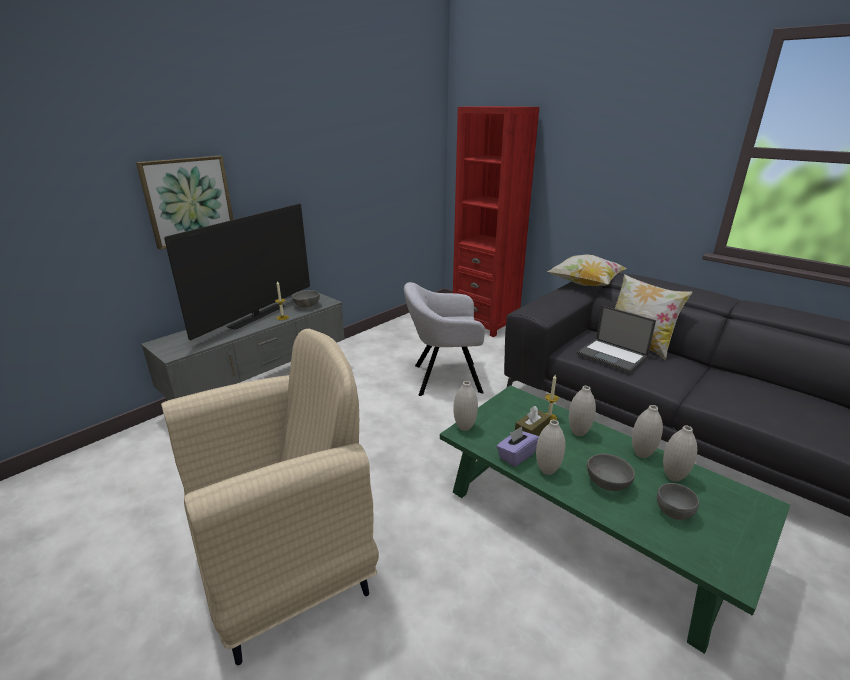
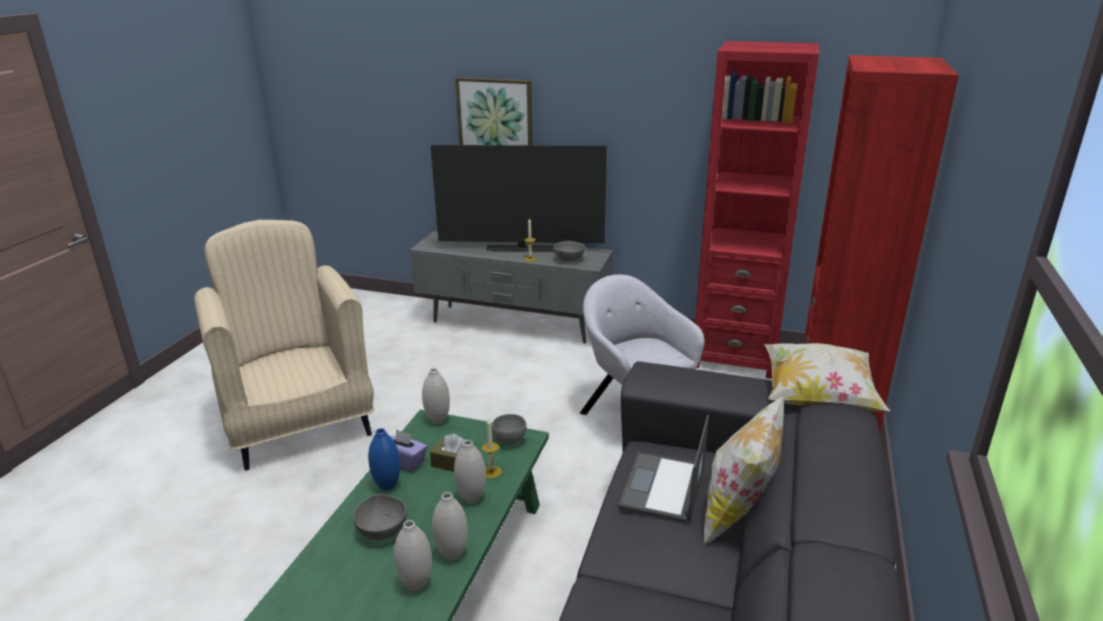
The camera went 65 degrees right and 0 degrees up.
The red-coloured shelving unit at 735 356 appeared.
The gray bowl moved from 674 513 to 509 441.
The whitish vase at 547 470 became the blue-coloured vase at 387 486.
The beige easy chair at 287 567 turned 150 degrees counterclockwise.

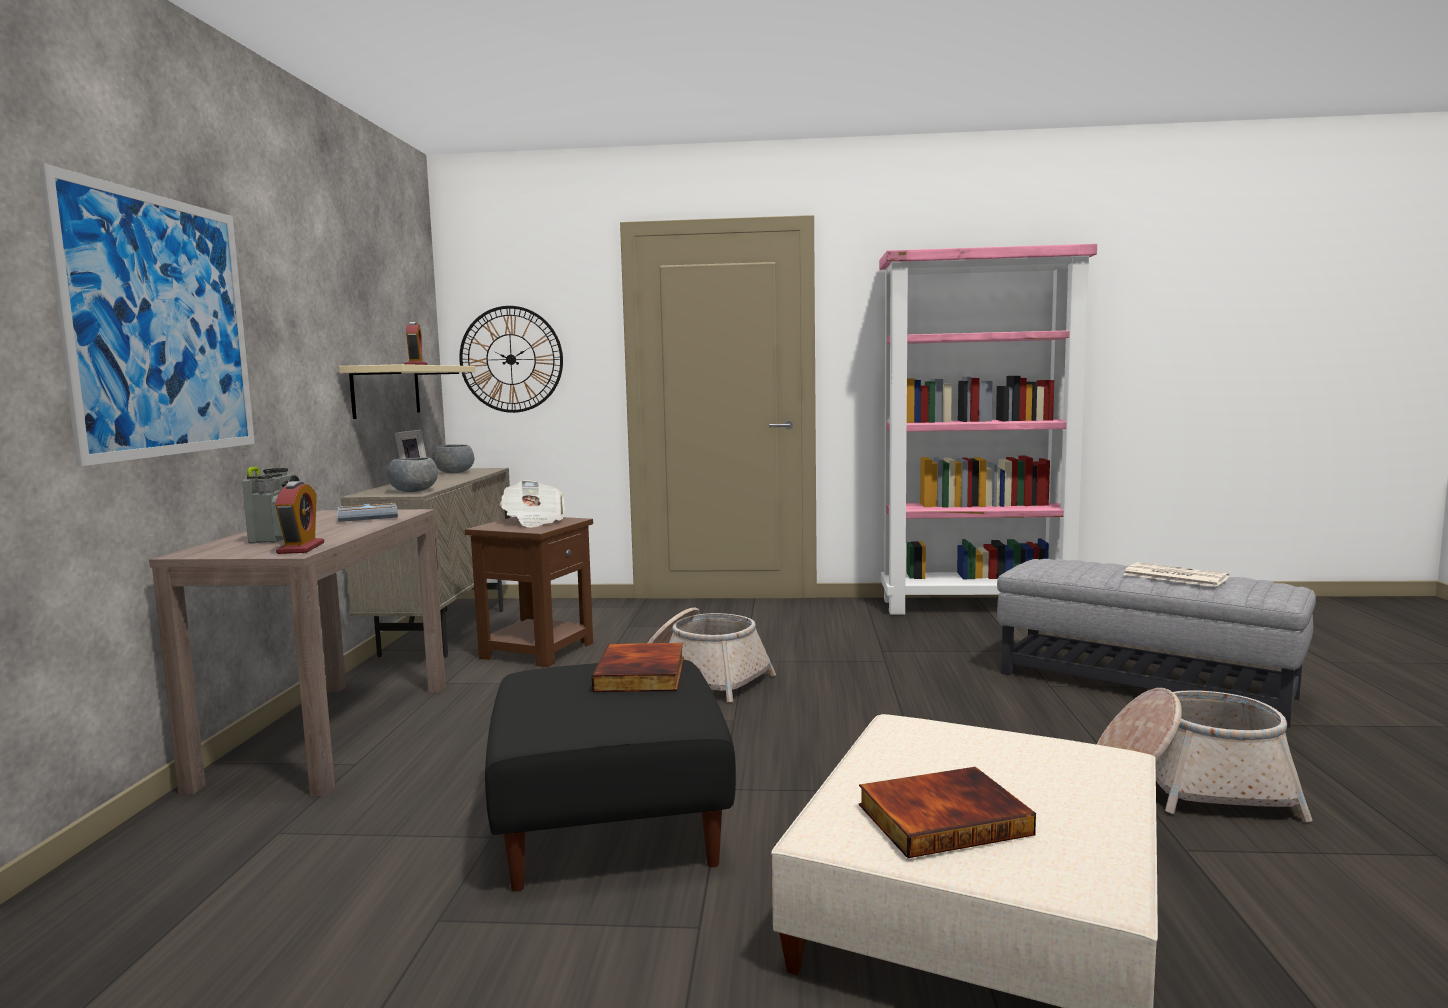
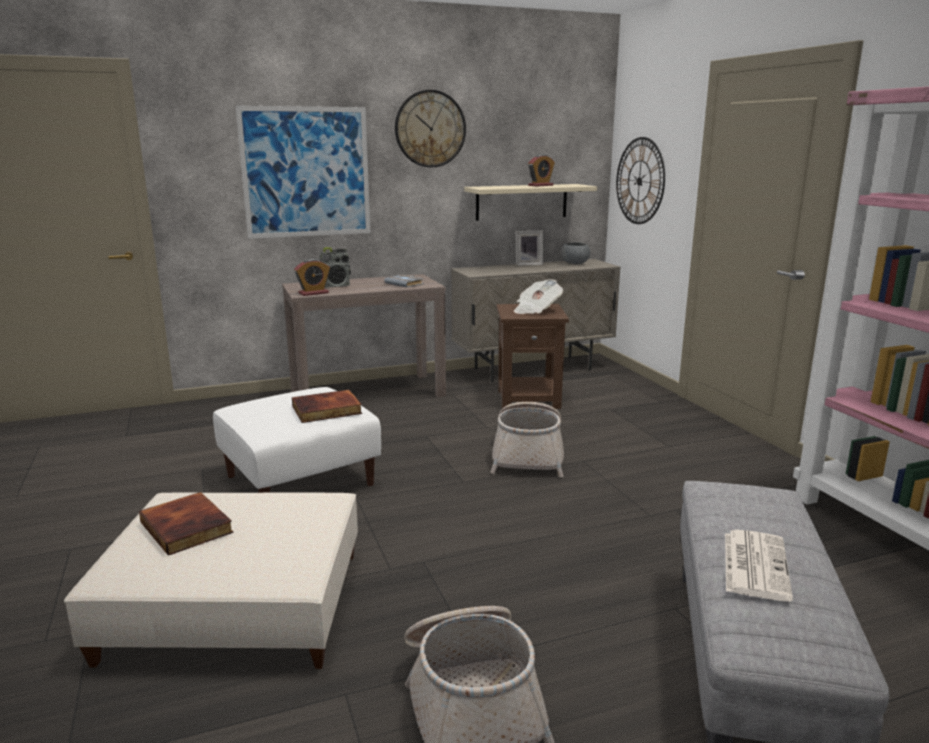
The camera went 65 degrees right and 10 degrees up.
The gray bowl at 414 491 disappeared.
The clock on the wall at 430 129 appeared.
The black-coloured footrest at 609 824 became the whitish footrest at 300 480.

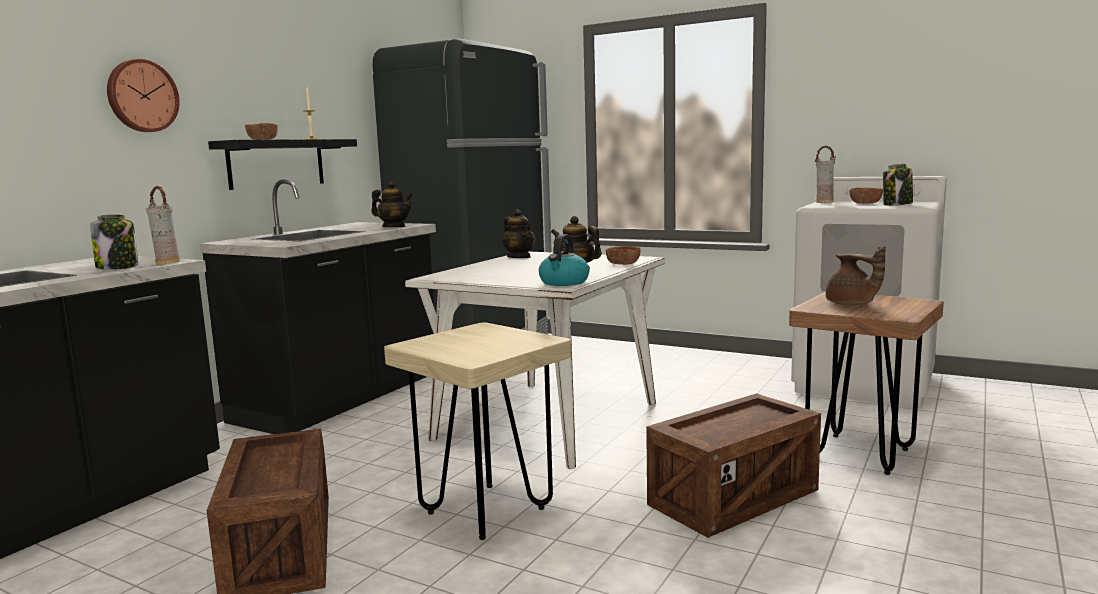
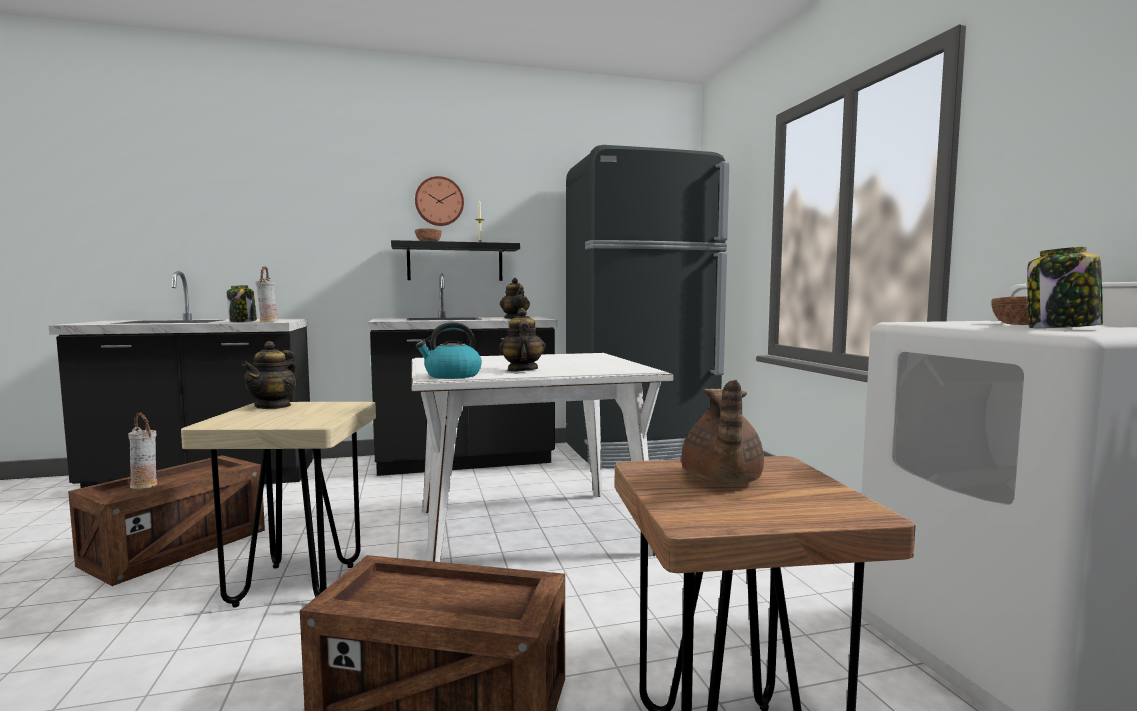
The camera went 45 degrees right and 5 degrees down.
The brown bowl at 623 264 disappeared.
The clock on the wall moved from 141 96 to 439 201.
The teapot moved from 519 257 to 273 406.
The vase moved from 824 202 to 145 485.

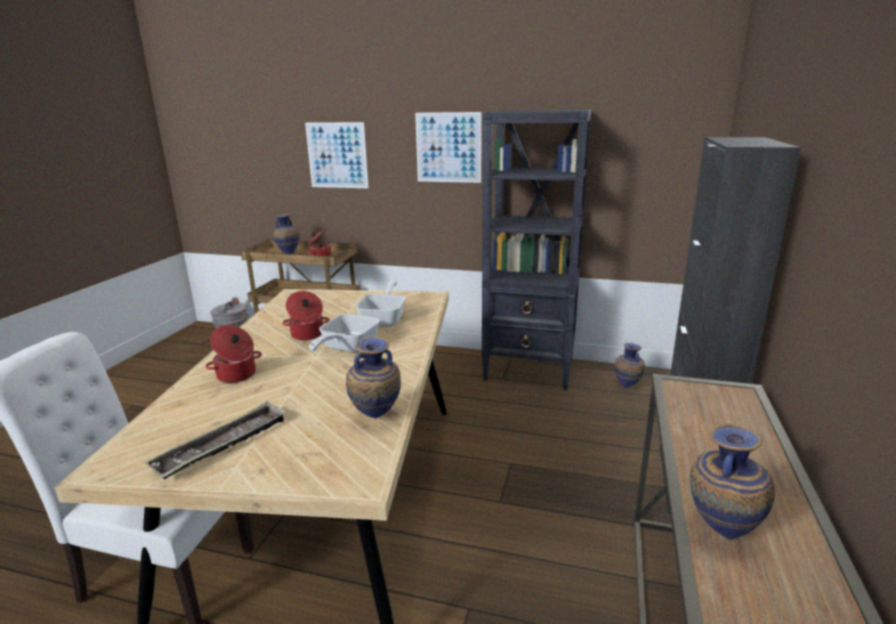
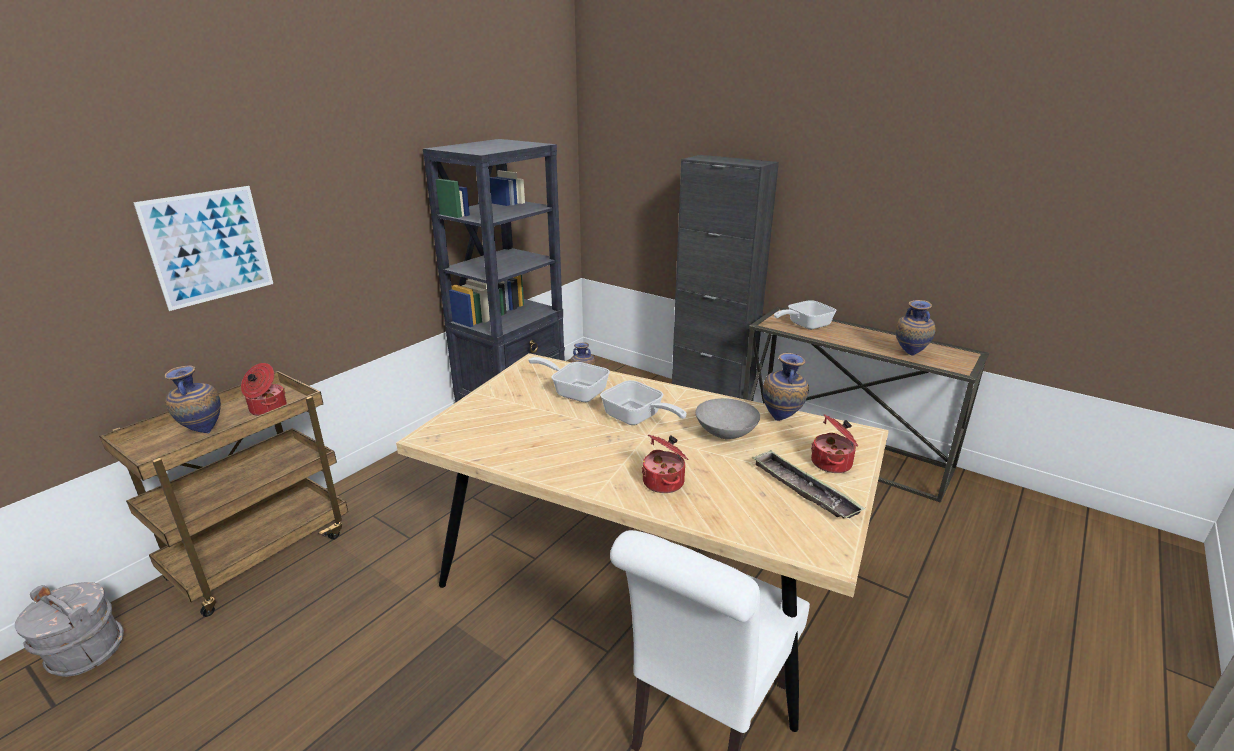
The camera went 70 degrees left and 5 degrees up.
The picture at 448 147 disappeared.
The gray bowl at 725 433 appeared.
The pan at 804 325 appeared.
The stockpot moved from 307 335 to 832 463.

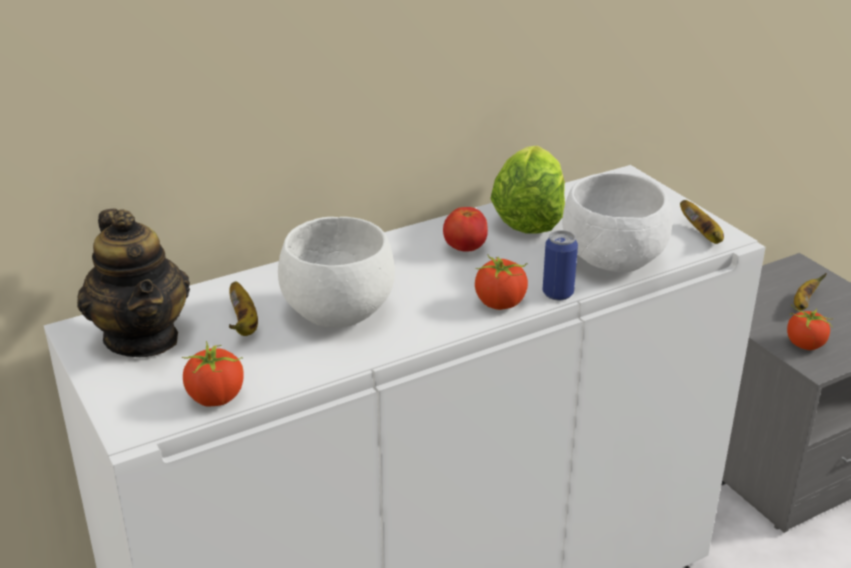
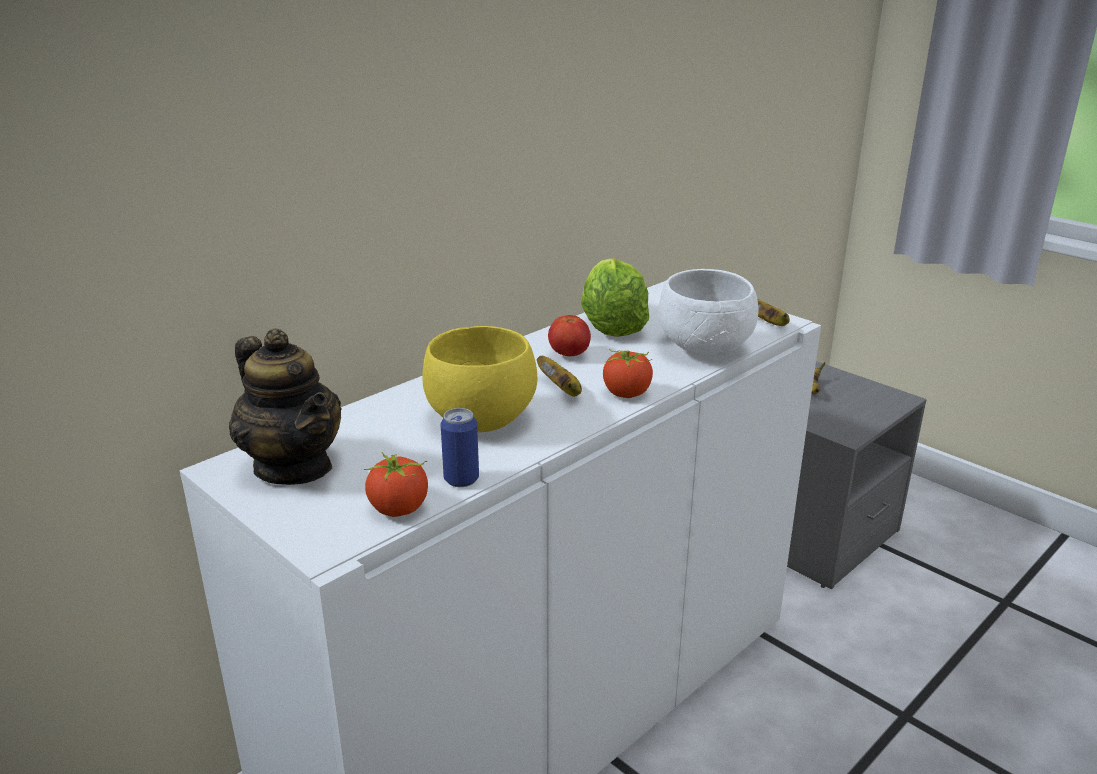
The camera went 15 degrees left and 5 degrees down.
The fresh tomato at 804 345 disappeared.
The banana moved from 244 324 to 561 390.
The metal can moved from 558 293 to 461 479.
The whitish bowl at 335 314 became the yellow-coloured bowl at 478 421.

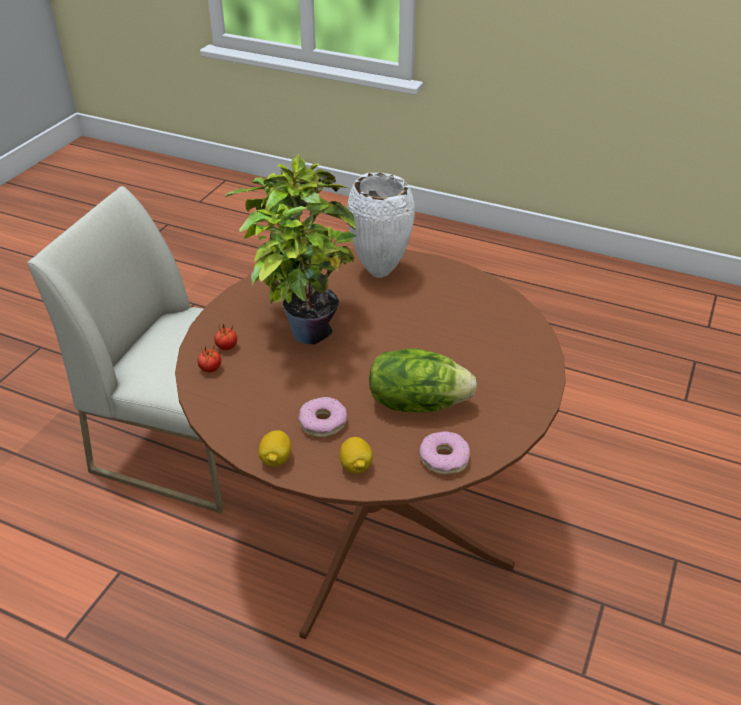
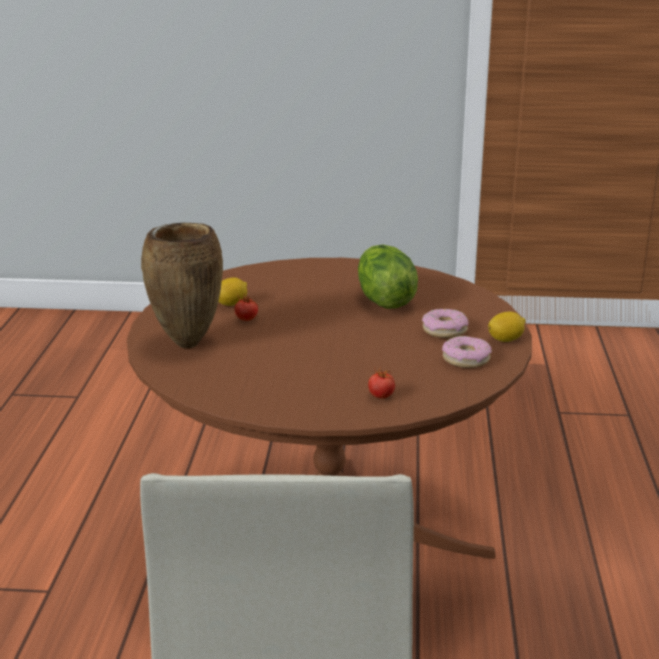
The camera went 110 degrees left and 15 degrees down.
The potted plant at 302 328 disappeared.
The fresh tomato moved from 210 369 to 246 319.
The lemon moved from 355 466 to 231 304.
The donut moved from 444 459 to 466 359.
The whitish vase at 381 273 became the brown vase at 186 343.

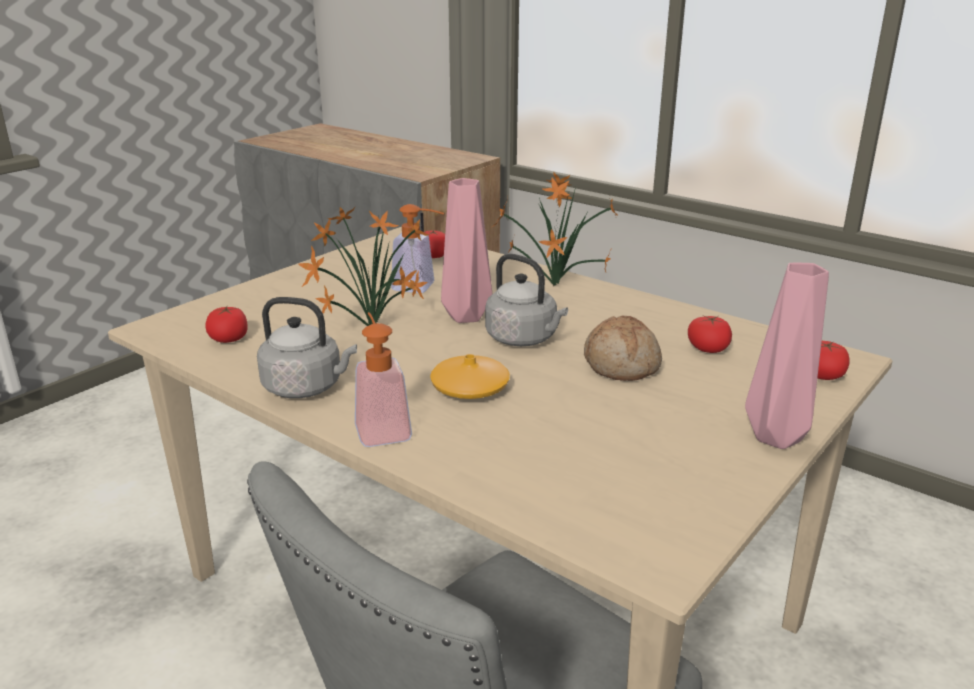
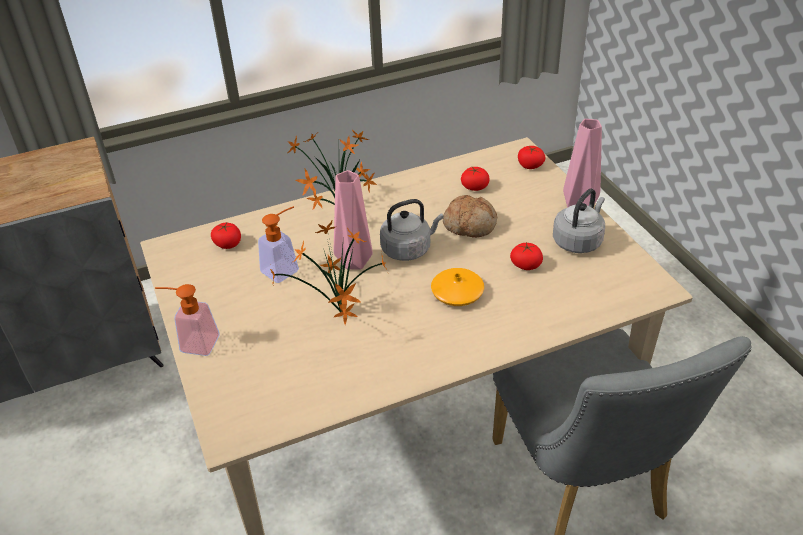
The camera went 60 degrees left and 15 degrees up.
The fresh tomato moved from 229 338 to 526 265.
The gray tea kettle moved from 306 387 to 578 241.
The liquid soap bottle moved from 381 427 to 193 343.

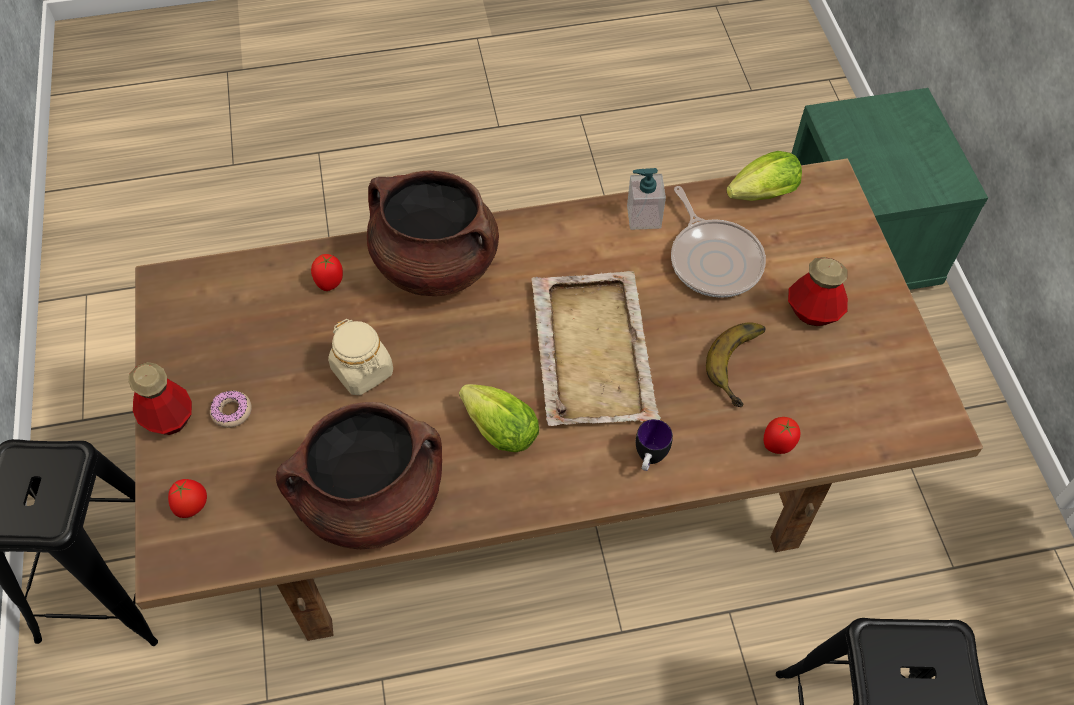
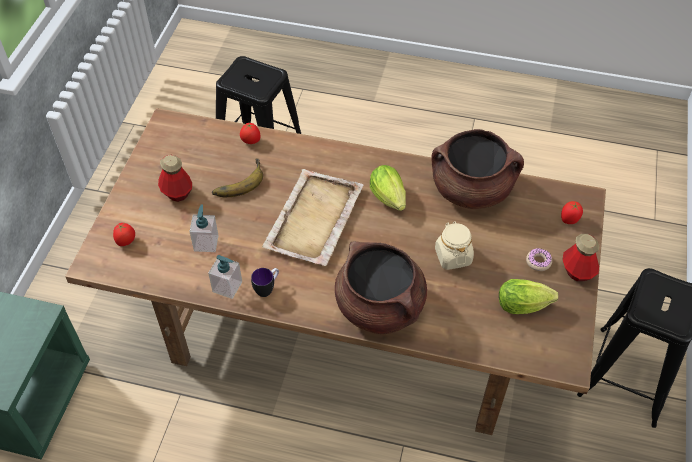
The camera went 155 degrees left and 5 degrees down.
The fresh tomato moved from 330 282 to 126 242.
The tea mug moved from 649 460 to 267 288.
The lettuce moved from 758 196 to 525 305.
The pan at 714 259 was replaced by the liquid soap bottle at 206 243.

